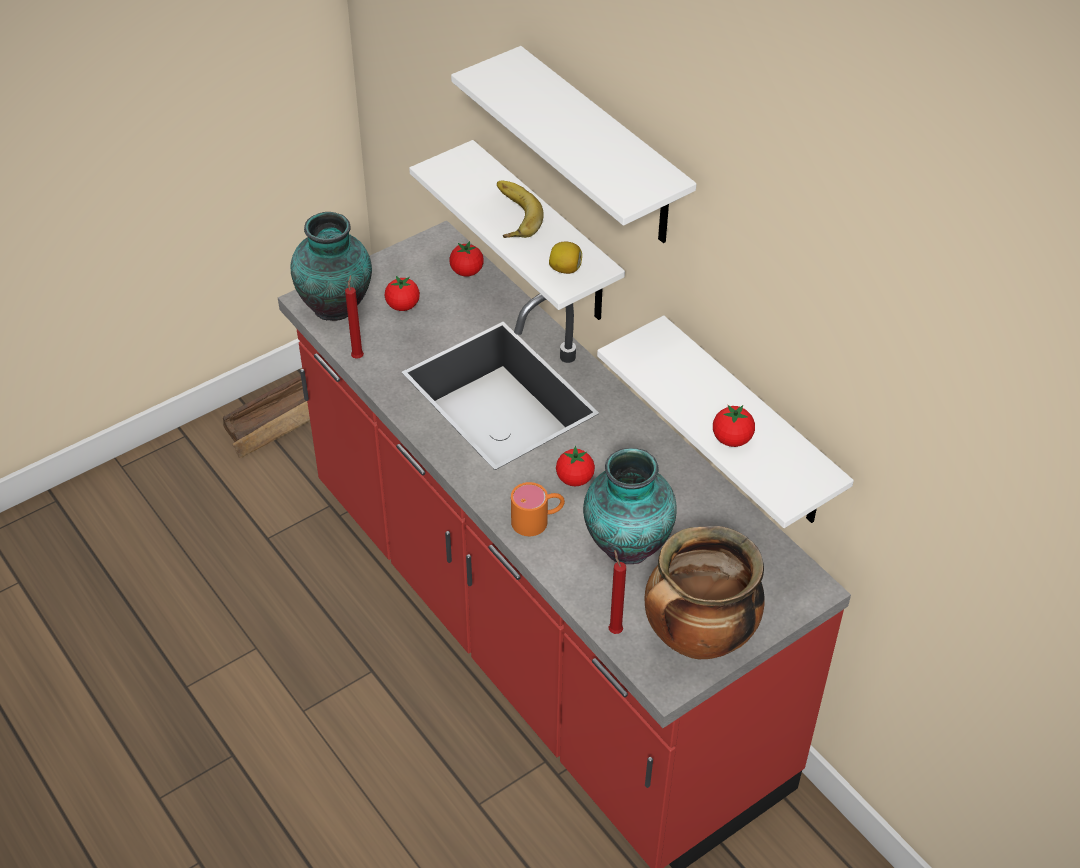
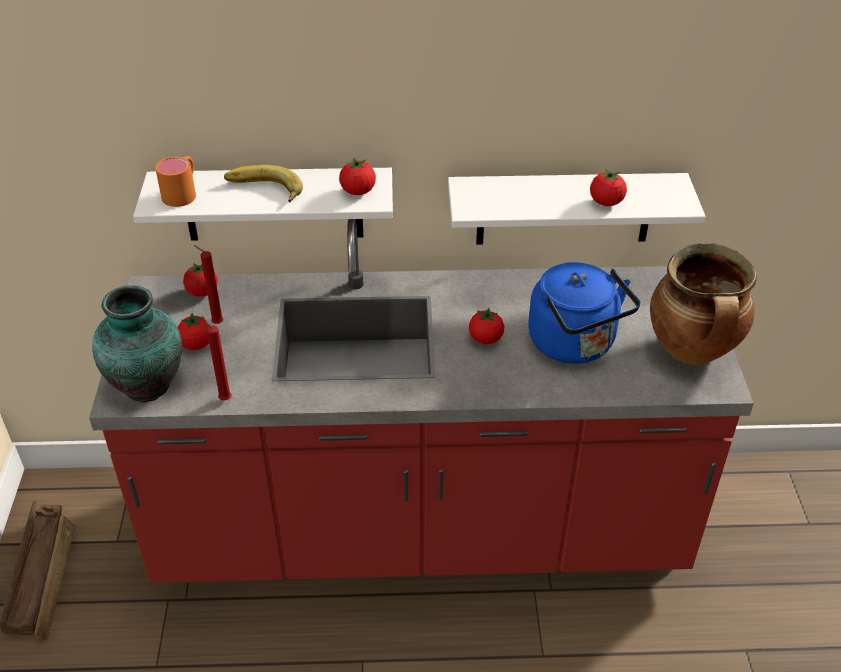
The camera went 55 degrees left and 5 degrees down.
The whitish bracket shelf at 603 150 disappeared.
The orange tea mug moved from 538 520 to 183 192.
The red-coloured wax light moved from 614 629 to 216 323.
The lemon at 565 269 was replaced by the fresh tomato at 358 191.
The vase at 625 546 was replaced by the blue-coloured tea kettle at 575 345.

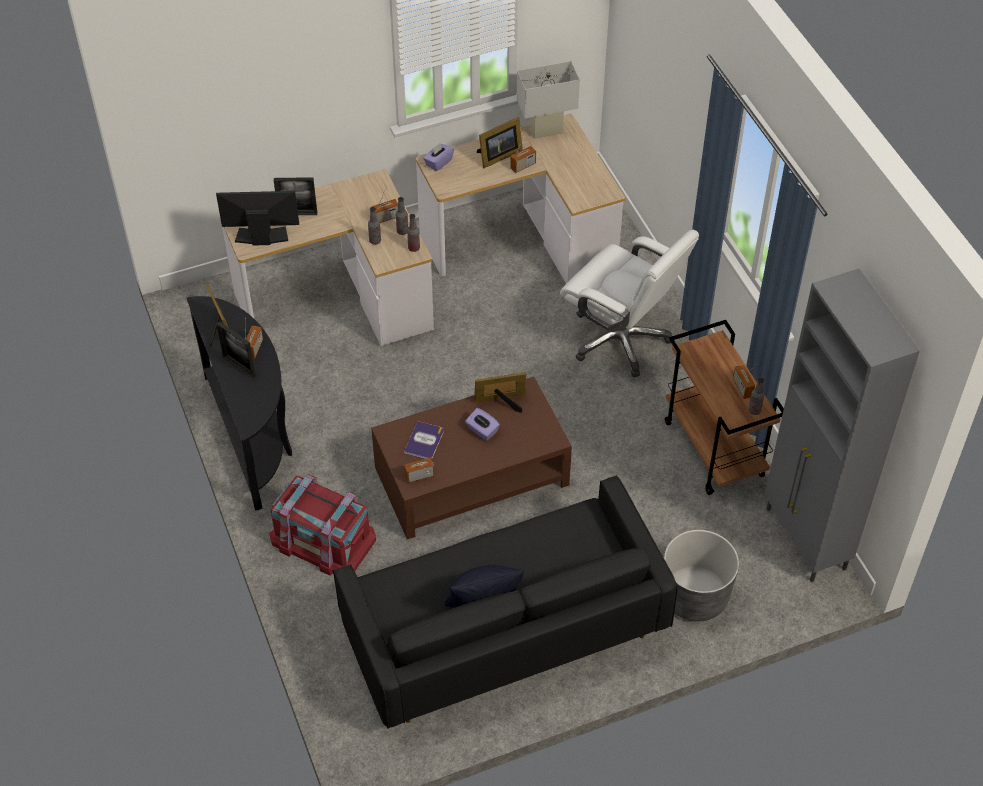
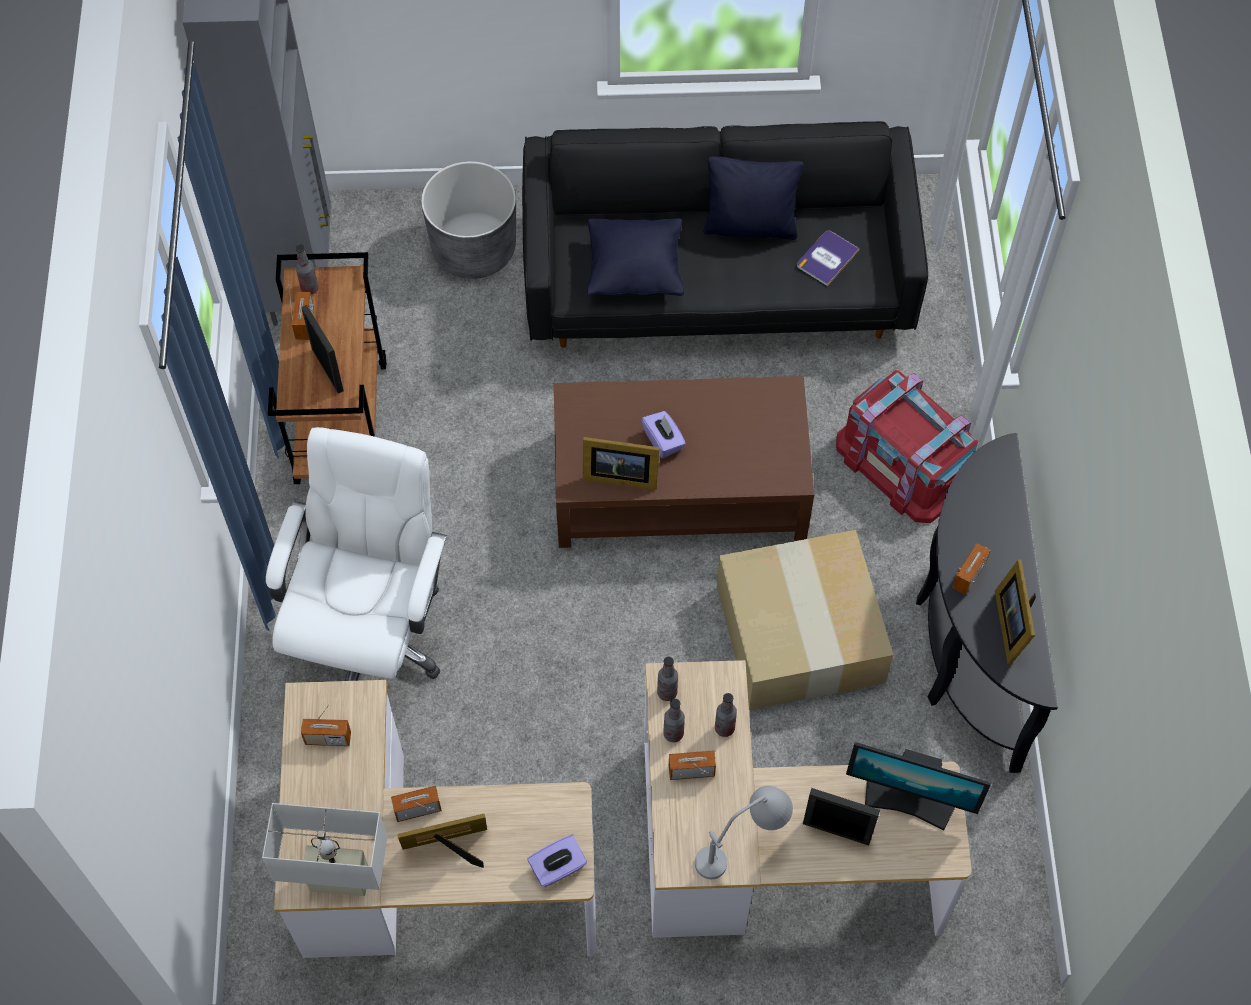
The camera went 160 degrees left and 10 degrees up.
The black-coloured pillow at 635 272 appeared.
The gray tabletop lamp at 742 848 appeared.
The packing box at 802 635 appeared.
The picture frame moved from 239 367 to 327 370.
The book moved from 424 441 to 827 258.
The radio set moved from 419 476 to 328 738.
The whitish computer chair at 621 339 turned 45 degrees clockwise.

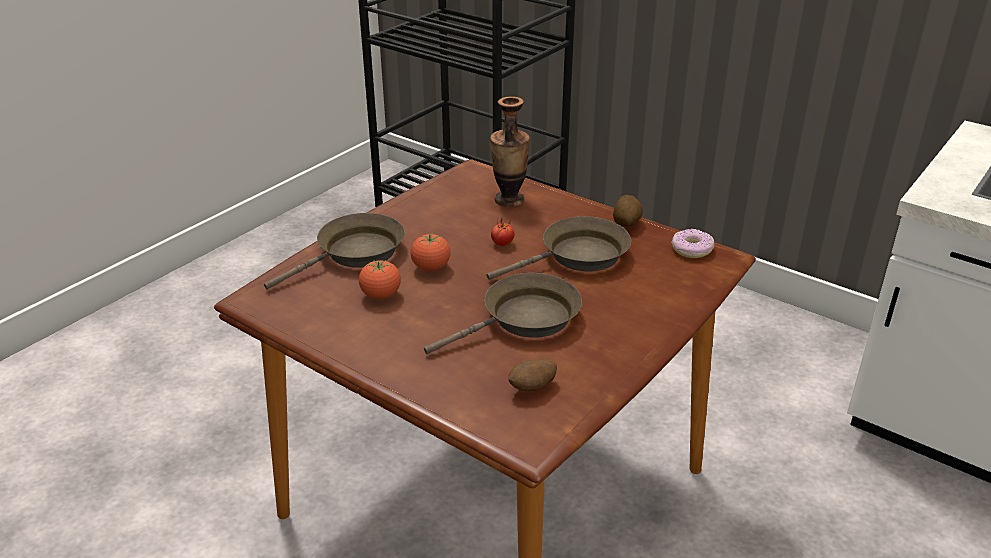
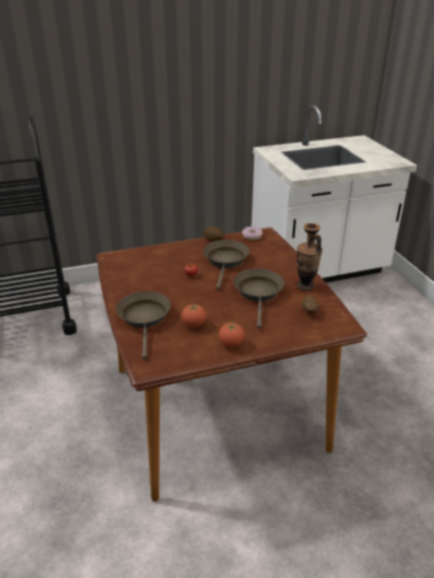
The camera went 55 degrees left and 0 degrees up.
The fresh tomato moved from 431 268 to 231 344.
The vase moved from 509 200 to 305 286.

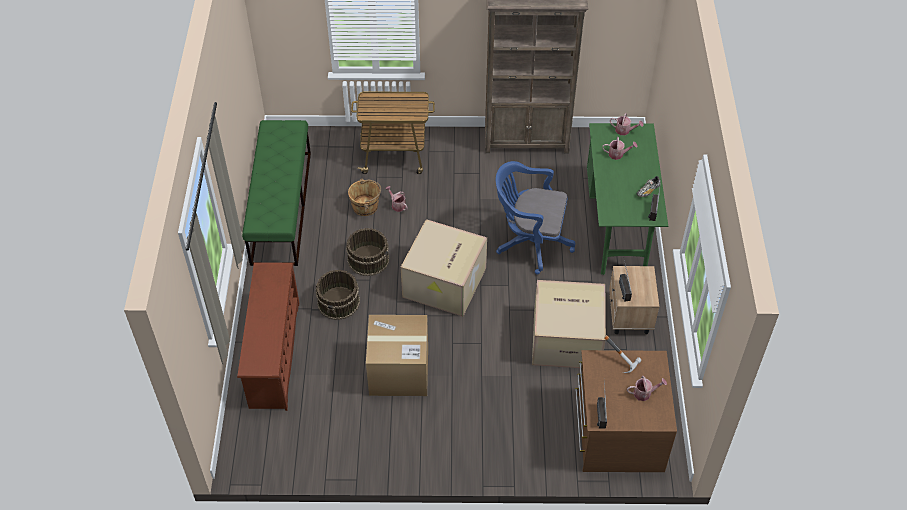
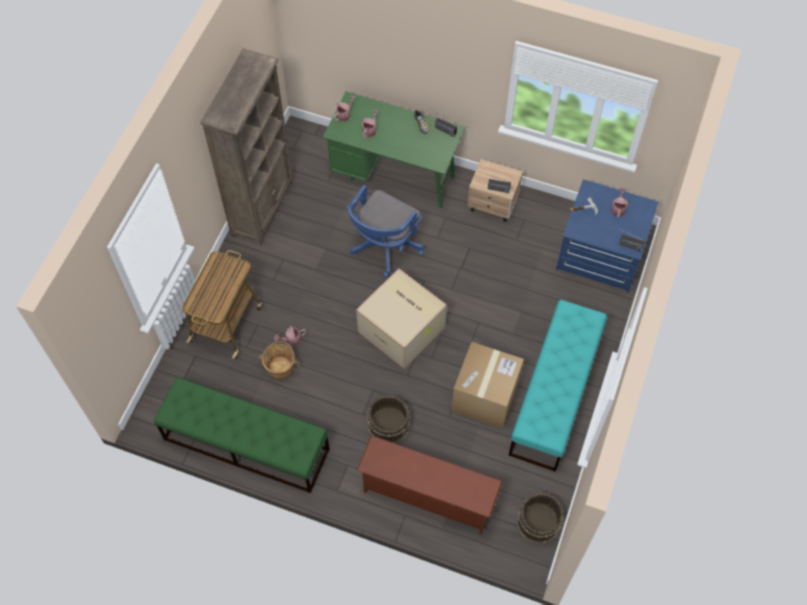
The camera went 70 degrees left and 10 degrees up.
The packing box at 567 338 disappeared.
The blue-green indoor bench at 554 395 appeared.
The brown pail moved from 368 259 to 538 521.
The brown chest of drawers at 618 432 became the blue-coloured chest of drawers at 600 255.

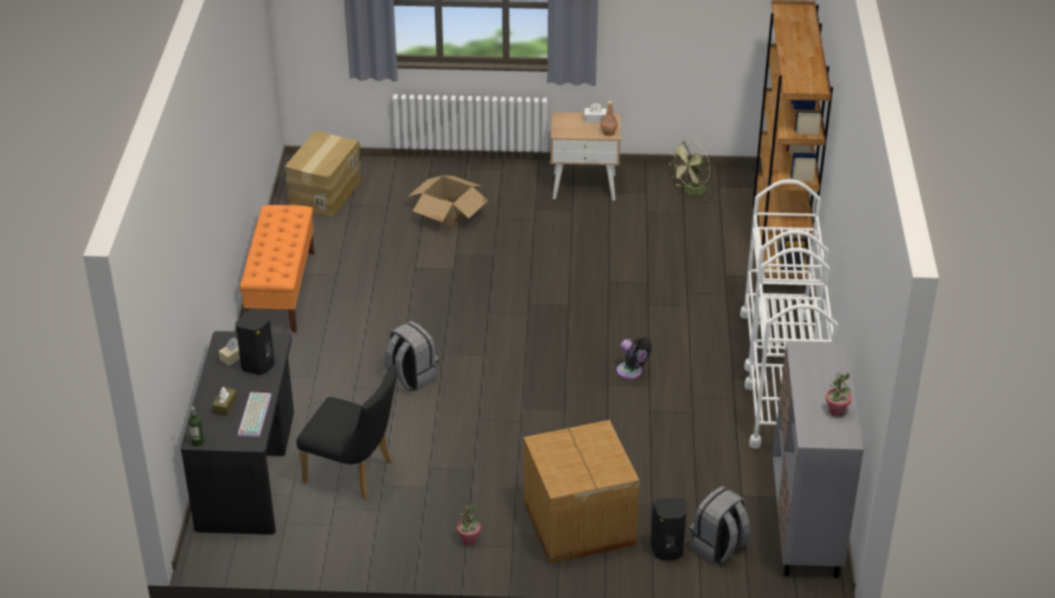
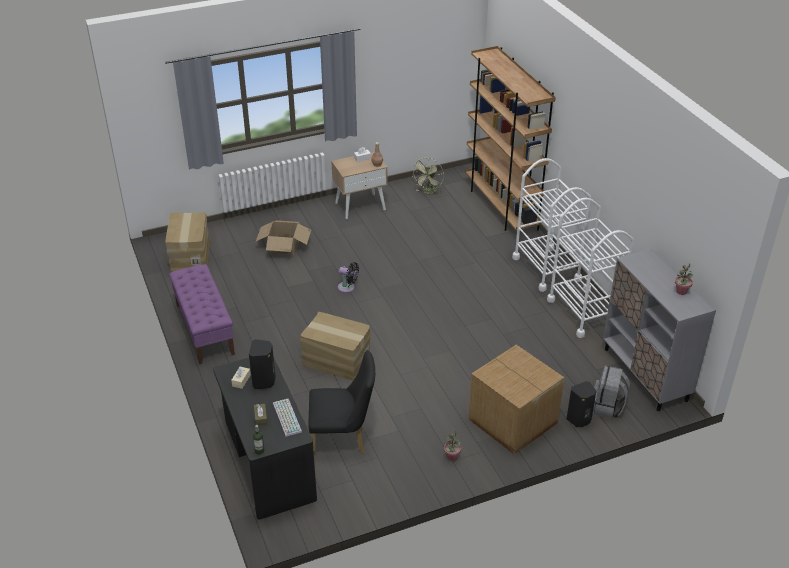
The camera went 25 degrees left and 0 degrees up.
The black-coloured cooling fan moved from 631 372 to 348 288.
The gray backpack at 411 377 was replaced by the packing box at 336 360.
The orange indoor bench at 281 290 became the purple indoor bench at 204 329.

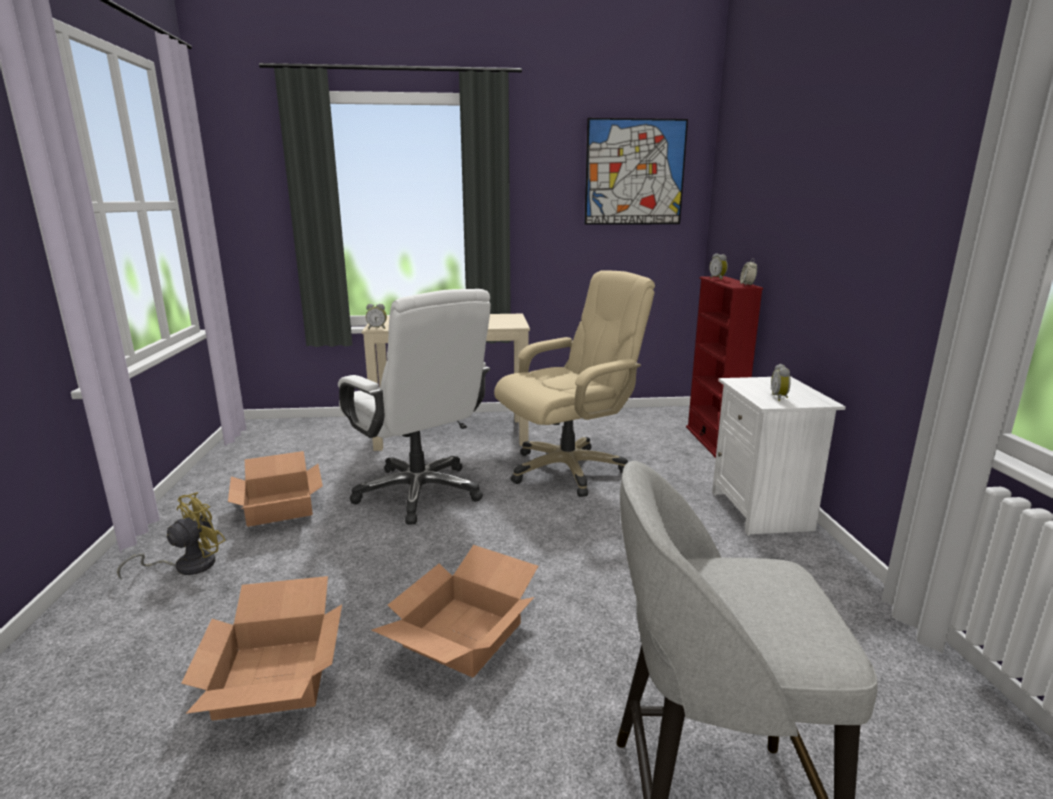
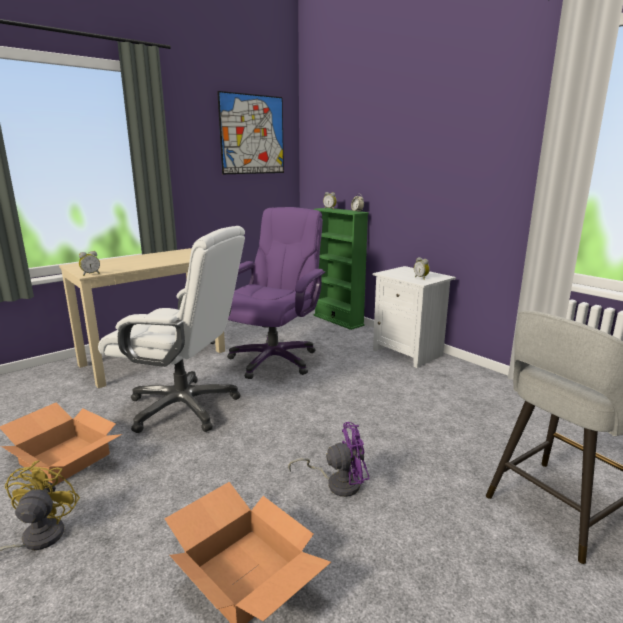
The camera went 35 degrees left and 0 degrees up.
The packing box at 462 633 was replaced by the purple cooling fan at 337 483.
The beige computer chair at 568 469 became the purple computer chair at 273 360.
The red-coloured shelving unit at 713 441 became the greenish shelving unit at 338 320.

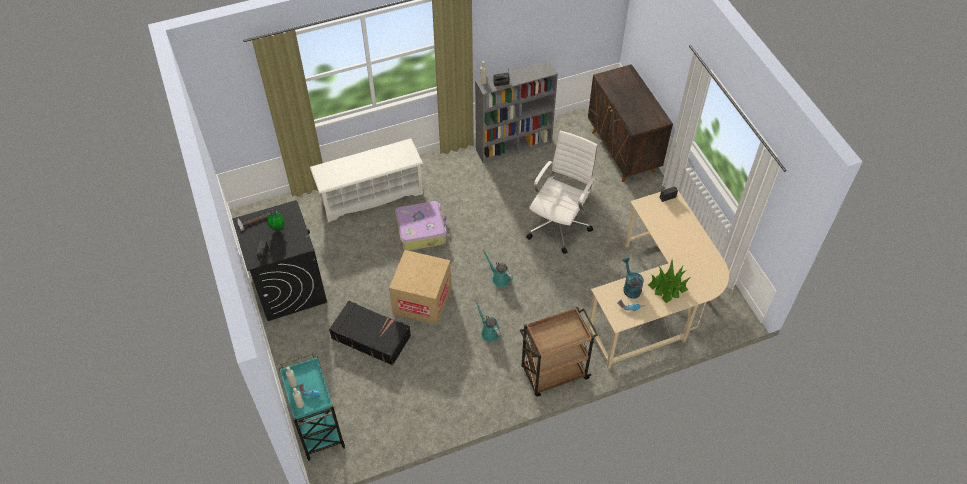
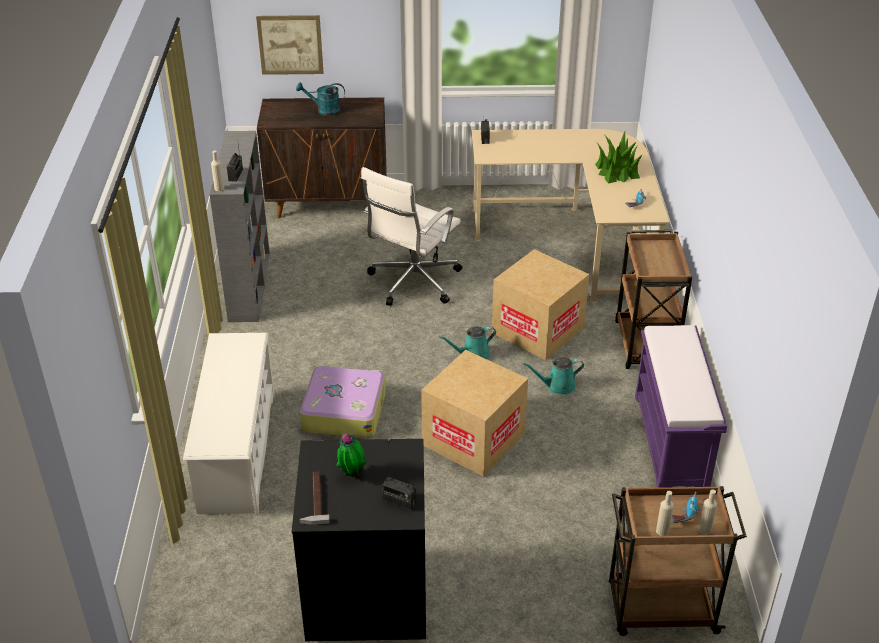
The camera went 70 degrees left and 15 degrees down.
The black-coloured travel case at 371 336 disappeared.
The picture at 290 44 appeared.
The packing box at 538 330 appeared.
The purple indoor bench at 671 443 appeared.
The blue-green sprinkling can moved from 630 287 to 324 110.
The blue-green trolley at 318 426 became the brown trolley at 660 609.
The whitish computer chair at 559 224 turned 105 degrees counterclockwise.

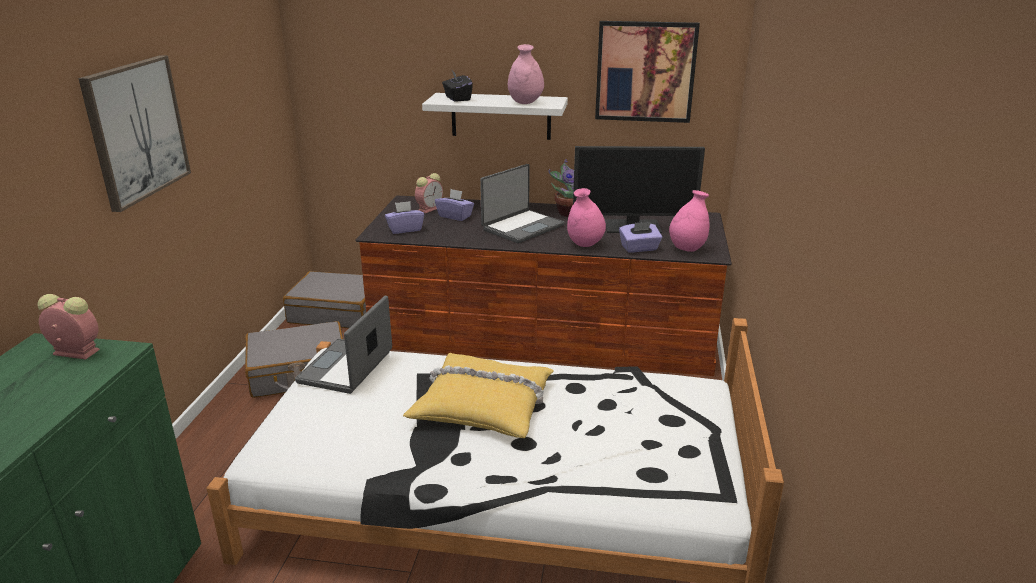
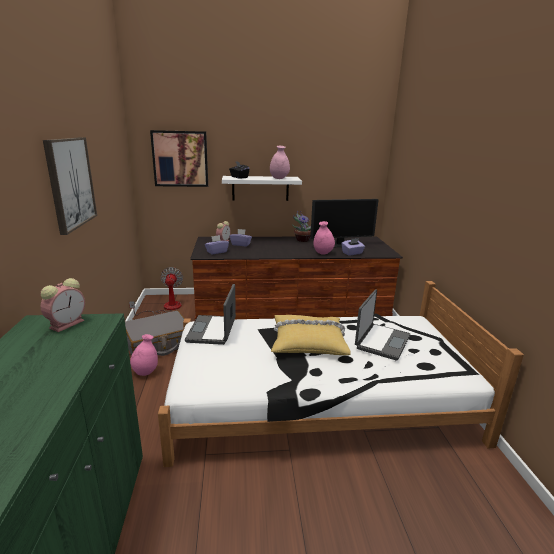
The camera went 15 degrees left and 5 degrees down.
The portable computer moved from 522 227 to 381 341.
The picture moved from 645 71 to 180 159.
The pink vase moved from 687 249 to 145 372.
The gray travel case at 337 312 was replaced by the cooling fan at 166 308.
The table clock at 74 352 turned 120 degrees clockwise.

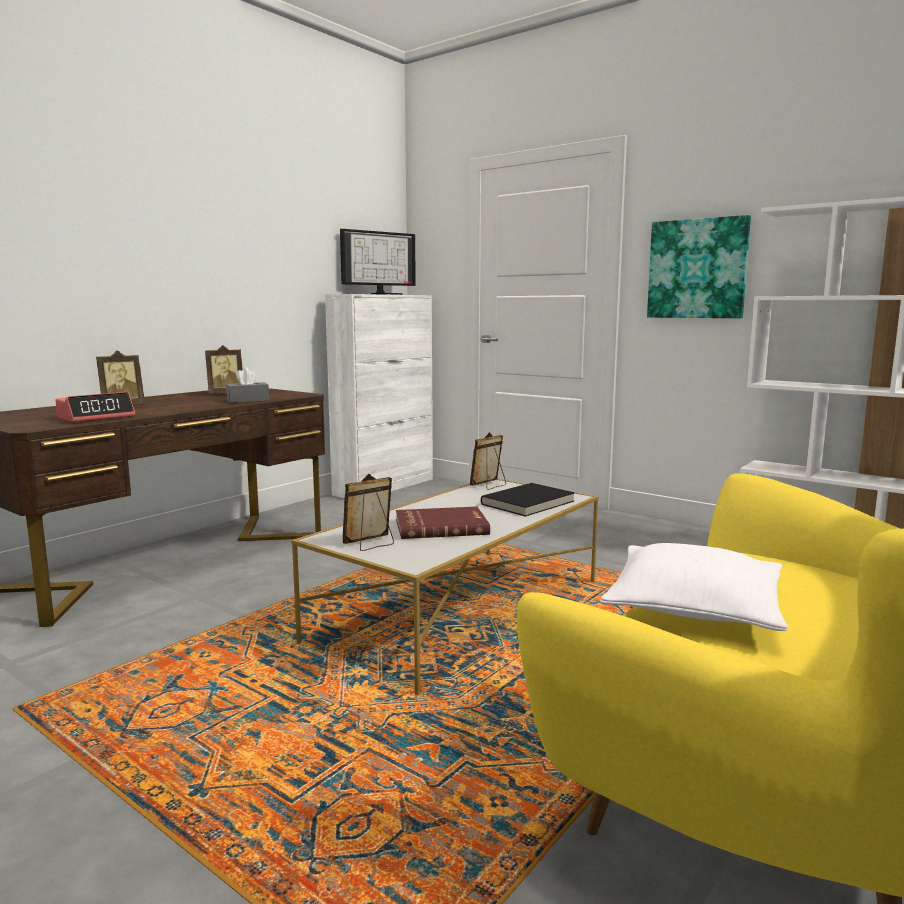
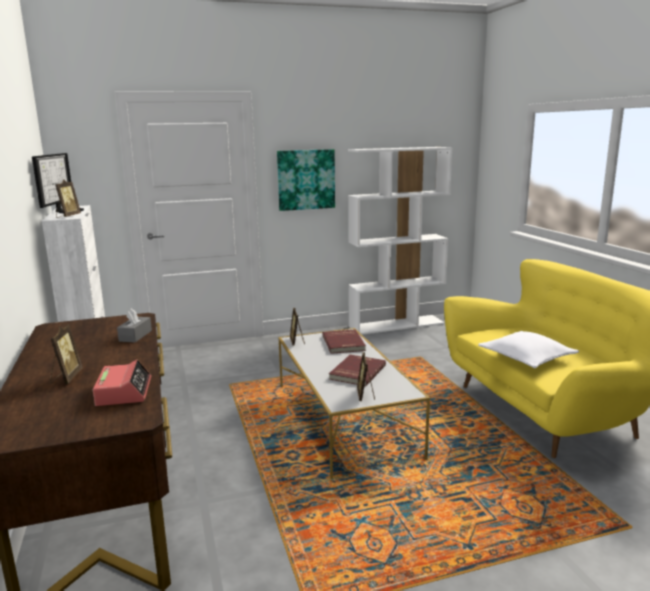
The camera went 55 degrees left and 5 degrees up.
The picture frame moved from 225 394 to 68 216.
The black-coloured book at 529 503 became the red-coloured book at 344 343.

